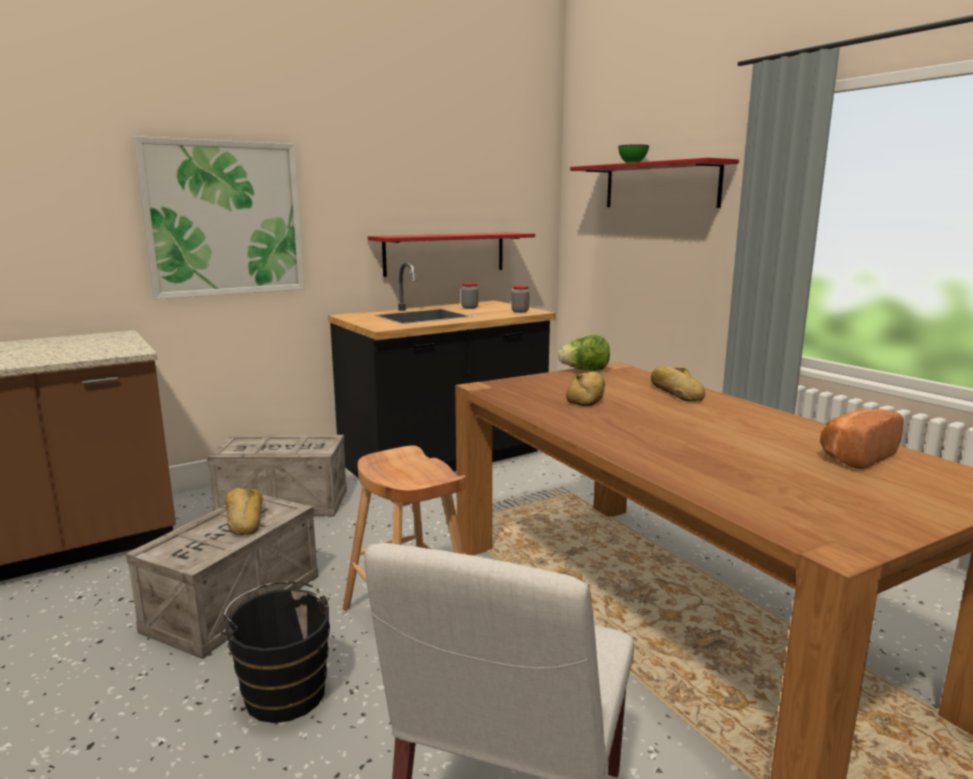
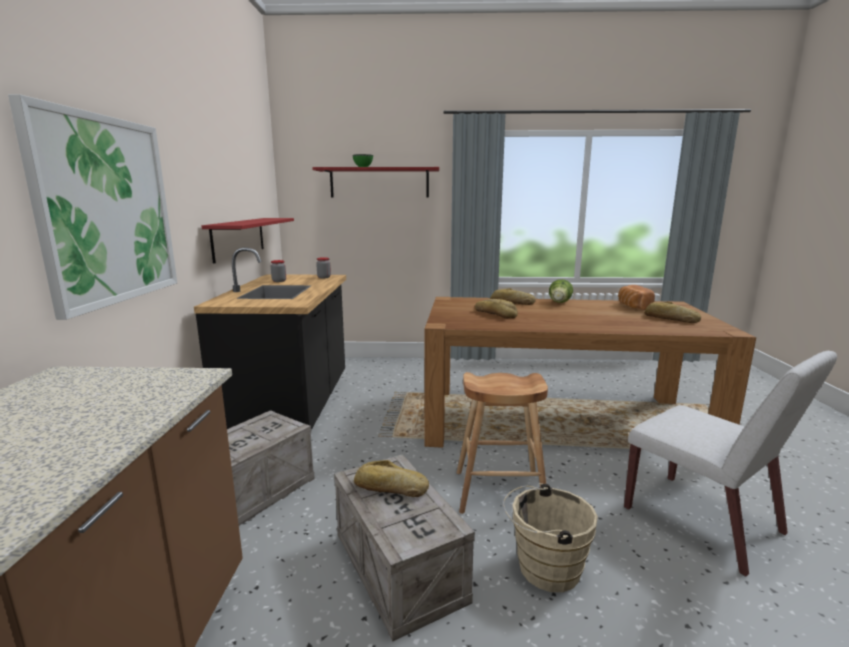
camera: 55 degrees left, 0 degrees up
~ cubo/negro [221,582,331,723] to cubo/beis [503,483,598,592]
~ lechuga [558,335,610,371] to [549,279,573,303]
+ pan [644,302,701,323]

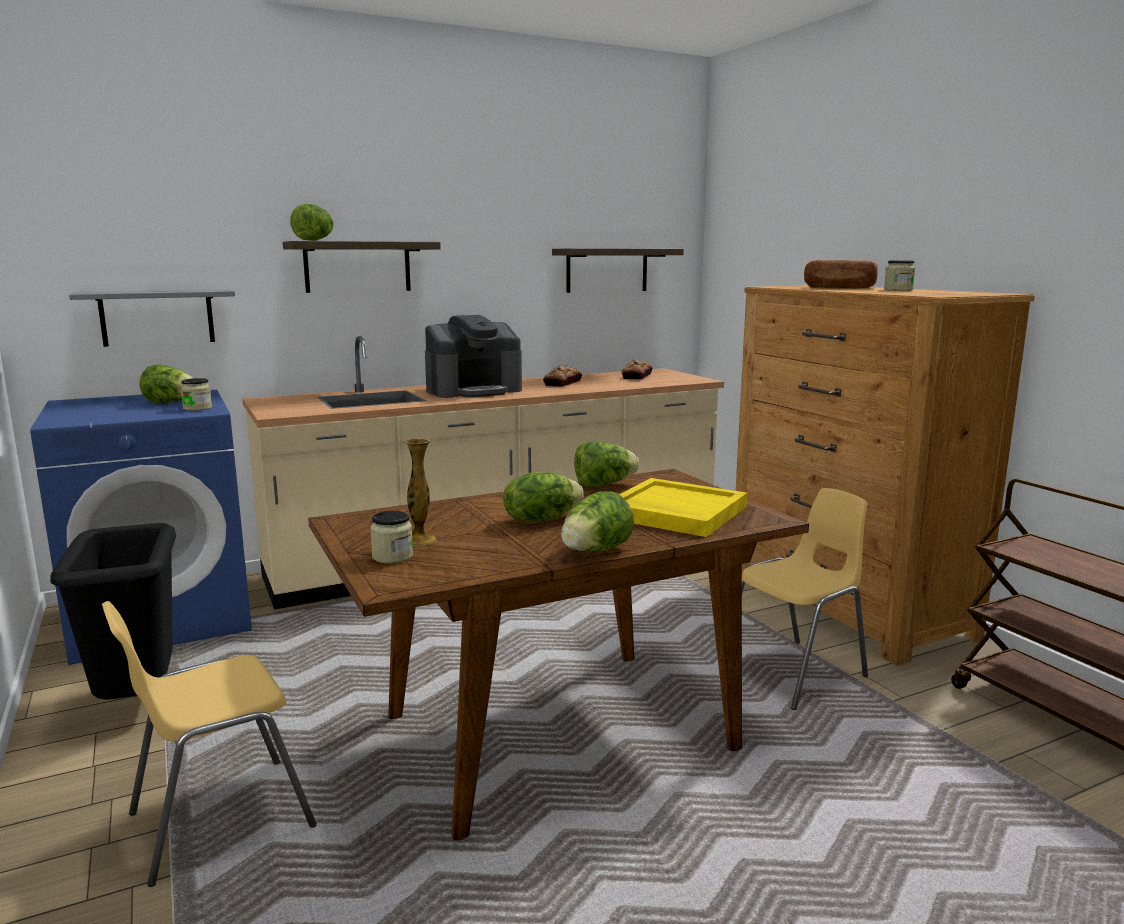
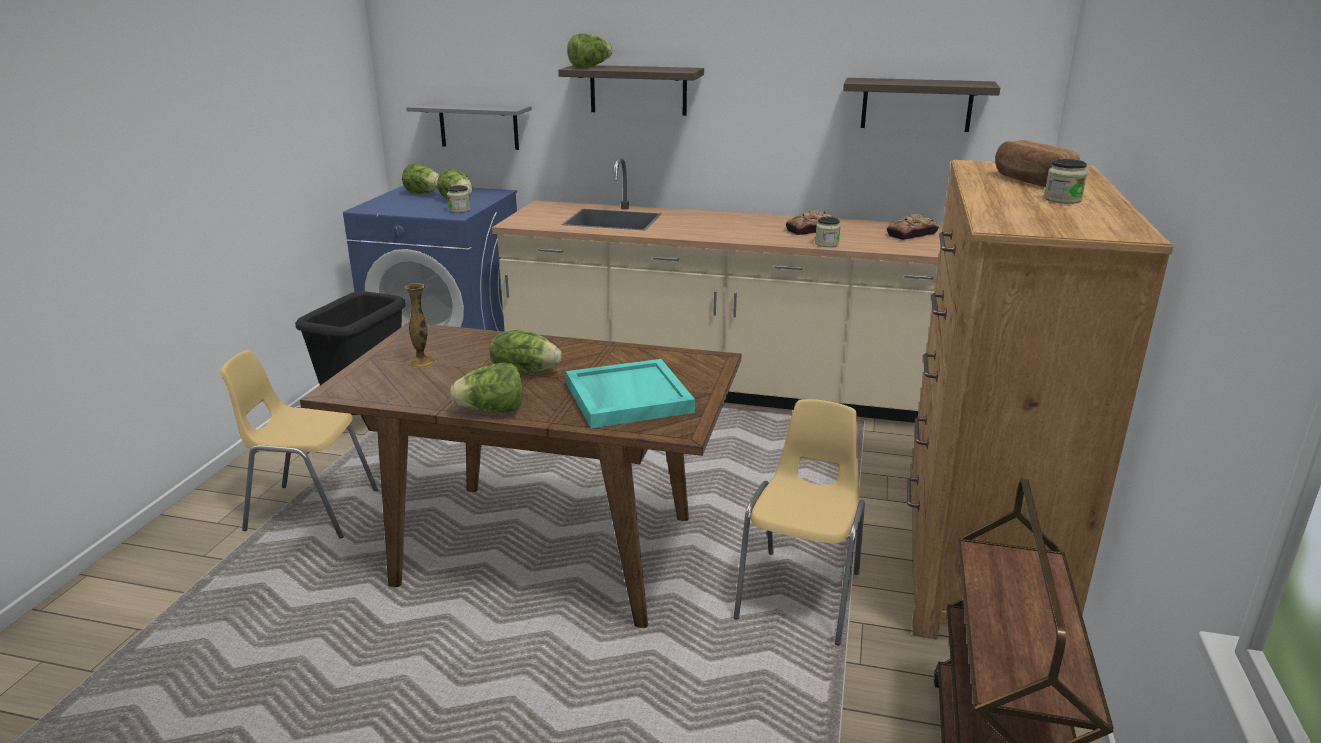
camera: 40 degrees right, 10 degrees up
~ lechuga [574,441,639,487] to [402,163,440,194]
~ bandeja/amarillo [619,478,747,537] to bandeja/turquesa [566,359,695,428]
~ silla/amarillo [742,488,868,710] = [734,399,865,645] 75 degrees counterclockwise
~ tarro [370,511,413,563] to [815,217,841,247]
- cafetera [425,315,522,398]

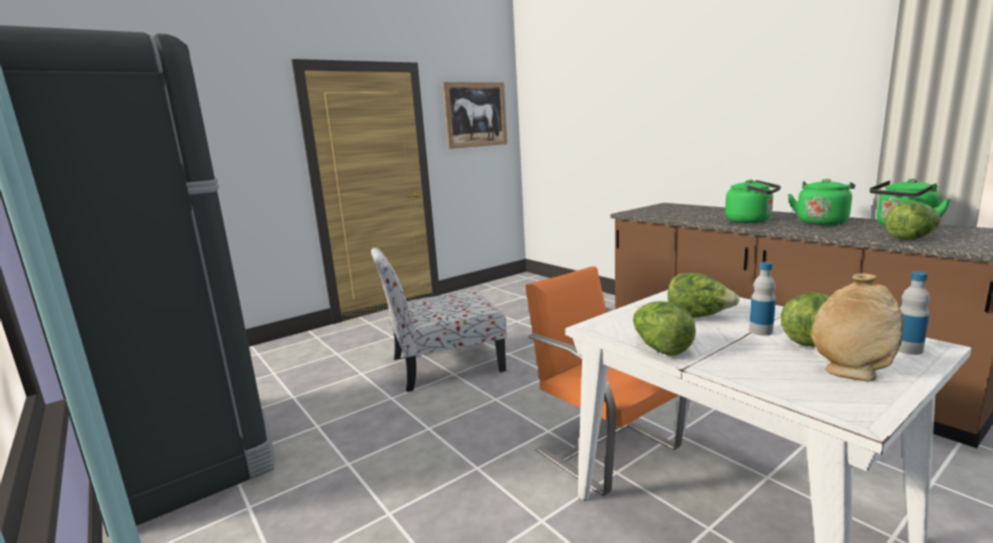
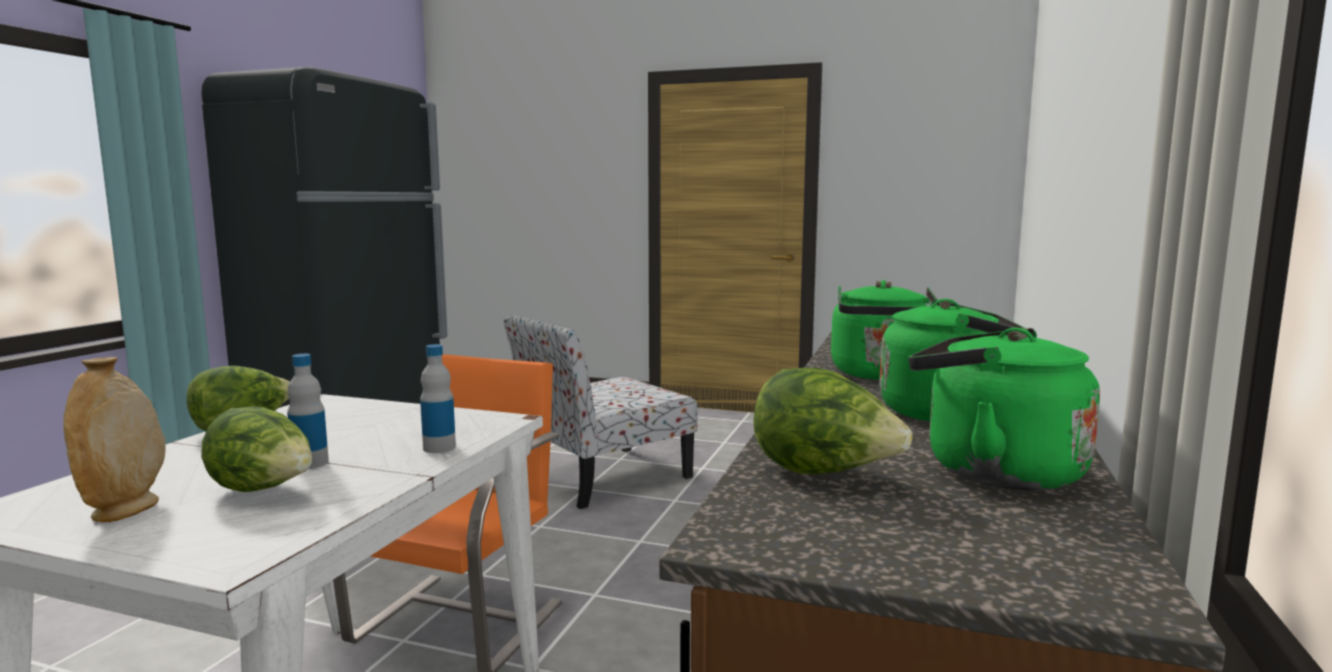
camera: 55 degrees right, 5 degrees down
~ botella [898,271,930,355] to [420,344,456,453]
~ silla [371,247,507,392] = [504,314,698,509] 75 degrees counterclockwise
- cuadro [442,82,507,149]
- lechuga [668,273,740,318]

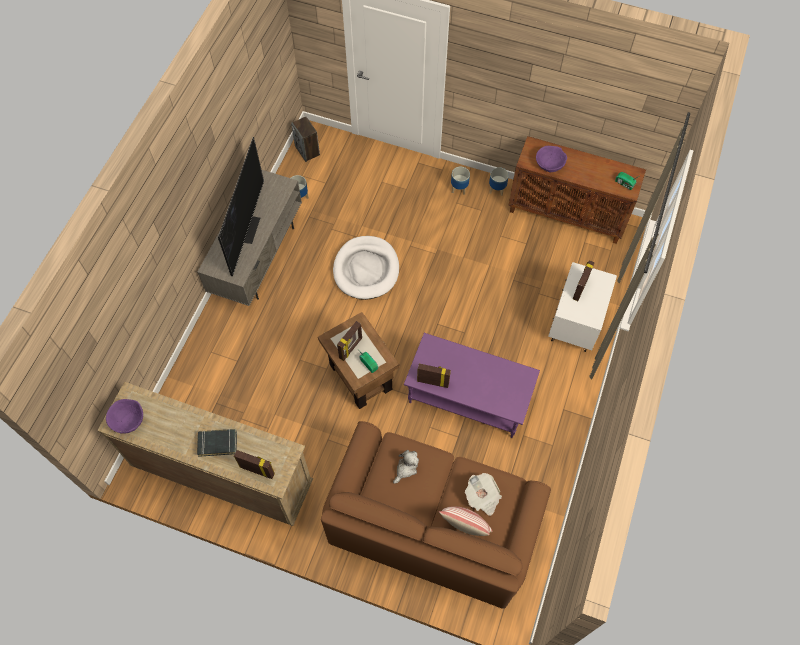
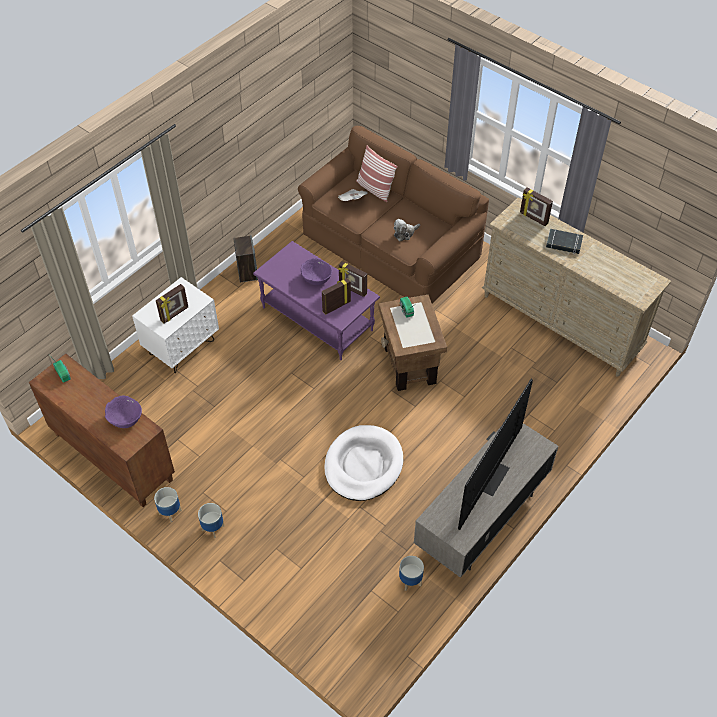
camera: 160 degrees left, 10 degrees down
~ altavoz [291,117,320,162] to [233,235,258,282]
~ cuenco/morado [106,399,143,434] to [301,258,332,285]
~ portarretratos [337,321,362,361] to [322,278,351,315]

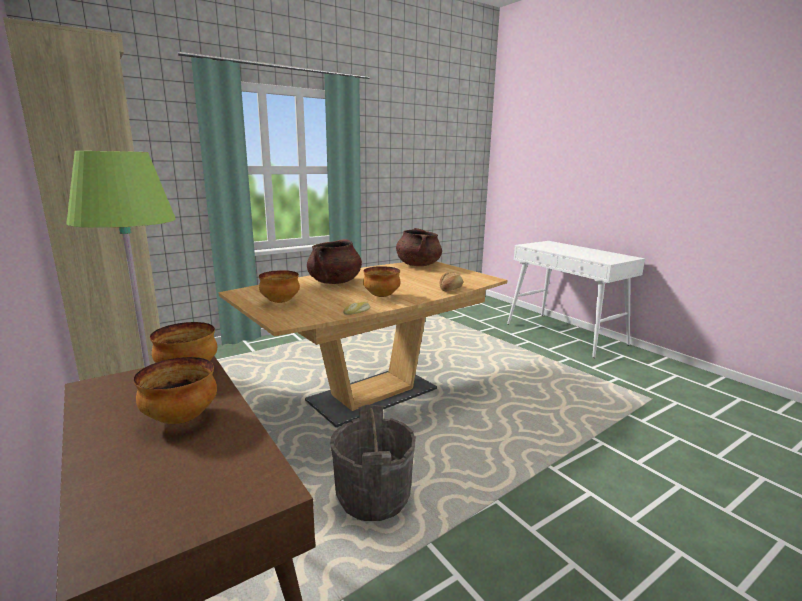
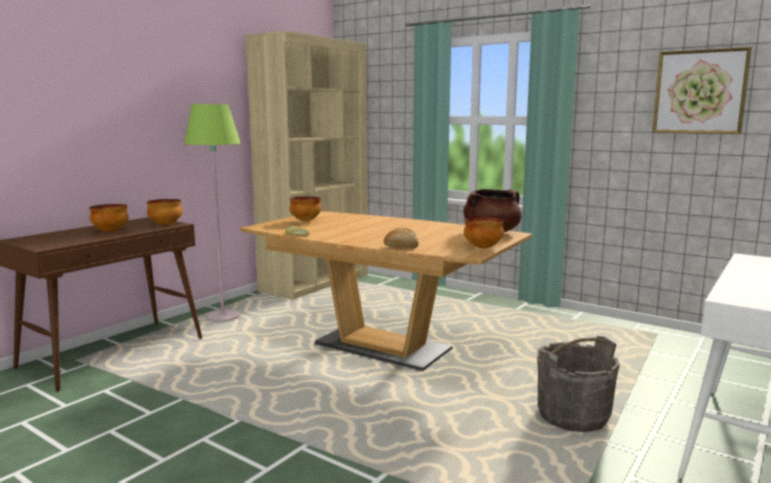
camera: 70 degrees right, 5 degrees down
~ cuenco [363,266,401,297] to [464,217,504,248]
~ cubo/gris [330,405,416,521] to [537,336,620,432]
+ cuadro [652,47,752,134]
- olla/marrón [307,239,362,284]

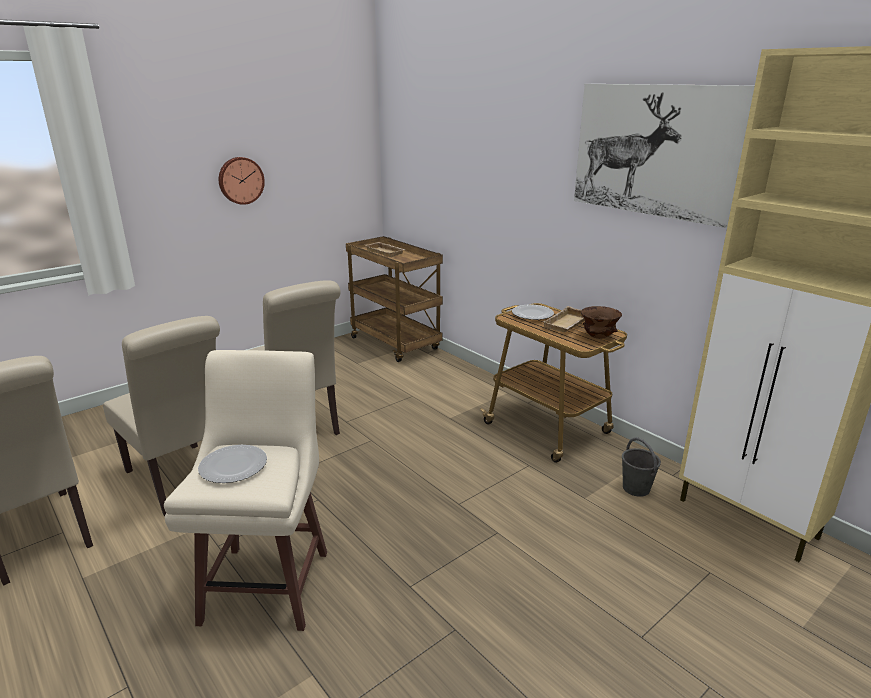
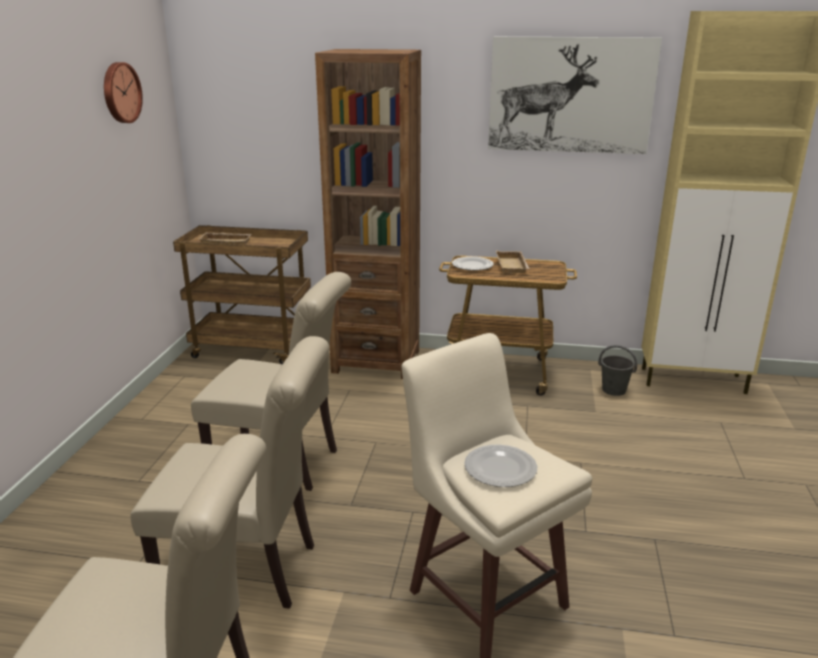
camera: 40 degrees left, 0 degrees up
~ reloj de pared [219,157,265,205] to [104,62,143,123]
+ estantería/marrón [315,49,421,379]
- cuenco/marrón [581,306,622,339]

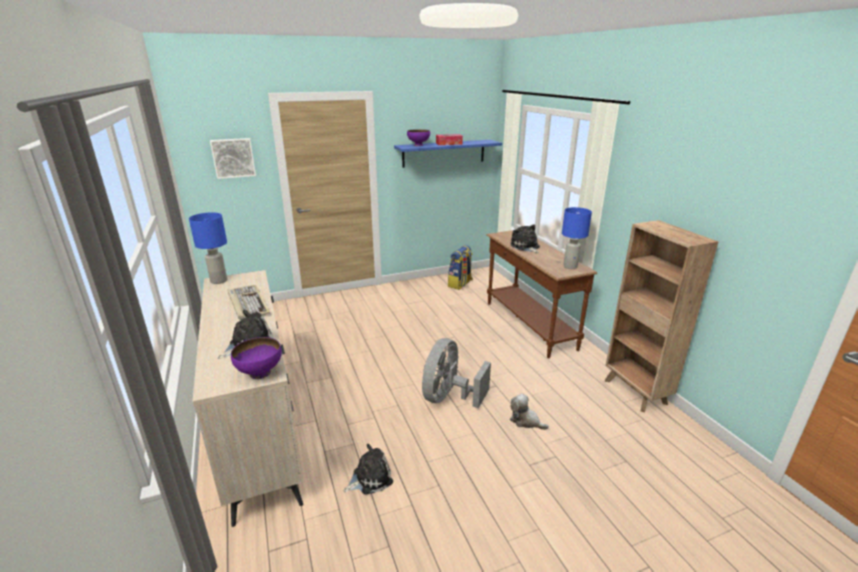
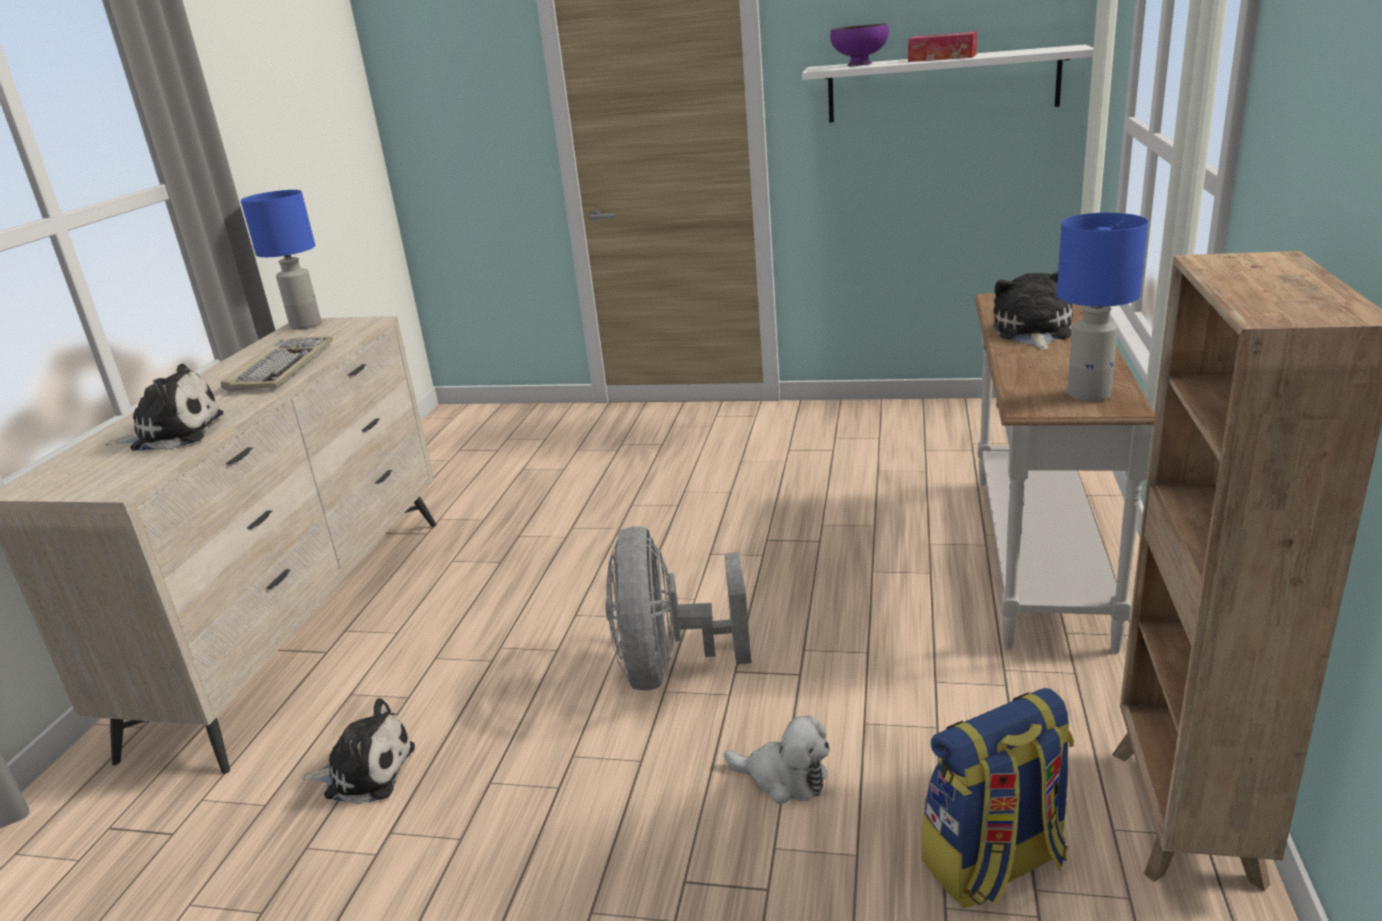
camera: 35 degrees right, 0 degrees up
~ ventilador/gris [422,338,491,408] = [605,526,751,691] 60 degrees counterclockwise
~ peluche [510,394,549,430] = [724,715,830,804] 135 degrees clockwise
~ estante/azul [394,140,502,168] to estante/blanco [802,44,1093,123]
~ mochila [448,245,473,290] to [922,688,1074,908]
~ mesa consola/marrón [486,230,597,358] to mesa consola/blanco [974,293,1155,653]
- cuadro [210,138,256,179]
- cuenco/morado [231,337,282,379]

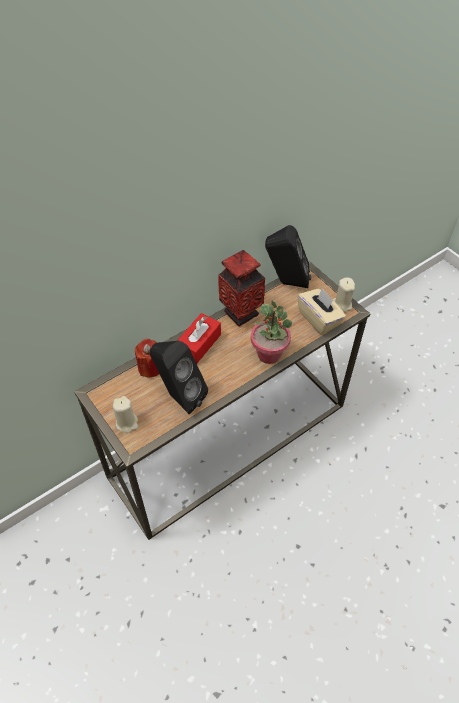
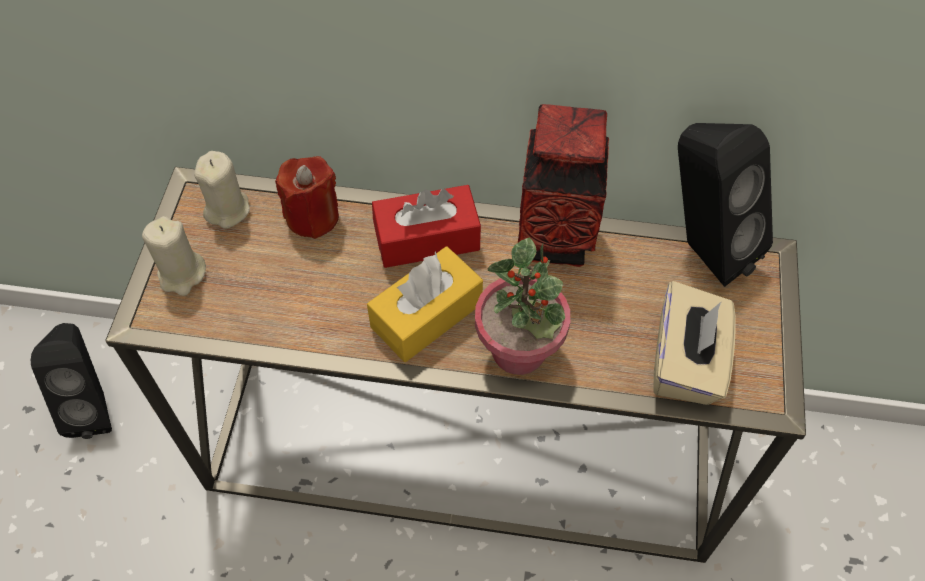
camera: 45 degrees right, 5 degrees up
~ altavoz/negro [150,341,208,414] to [31,323,112,439]
~ vela/beis [333,277,355,312] to [194,151,250,229]
+ caja de pañuelos/amarillo [367,246,483,362]

